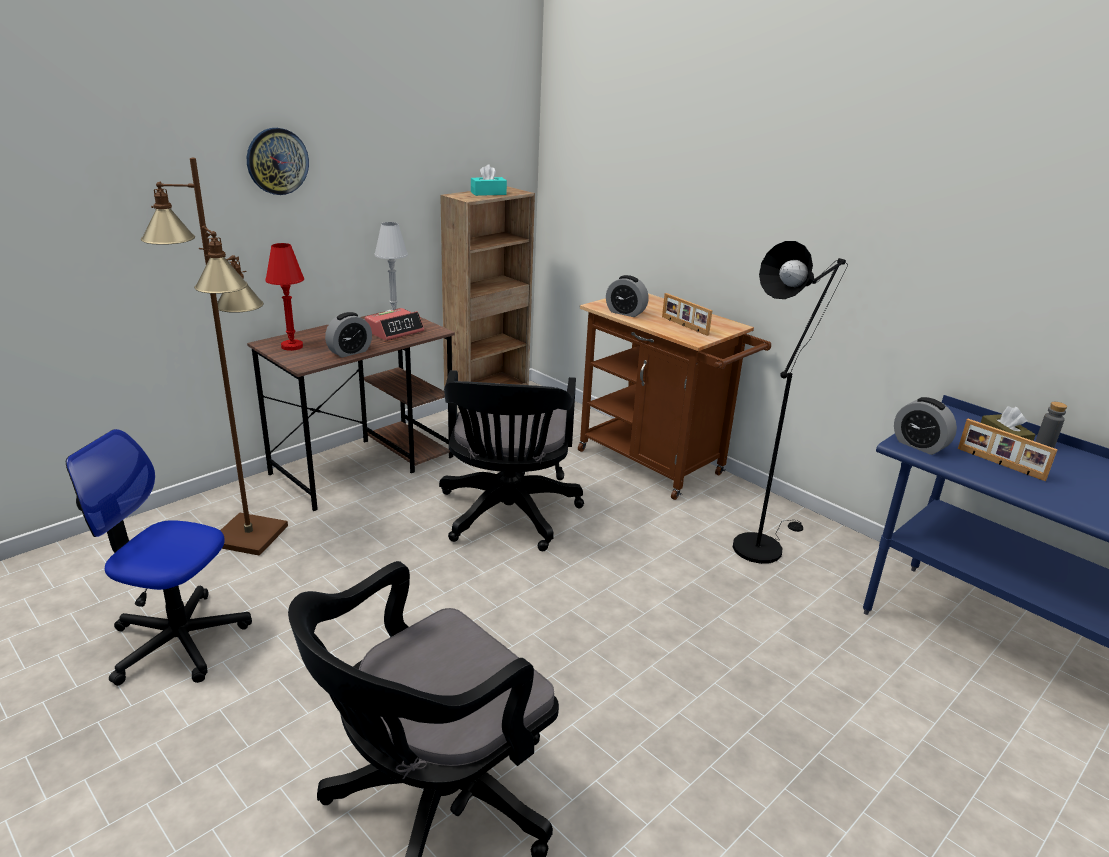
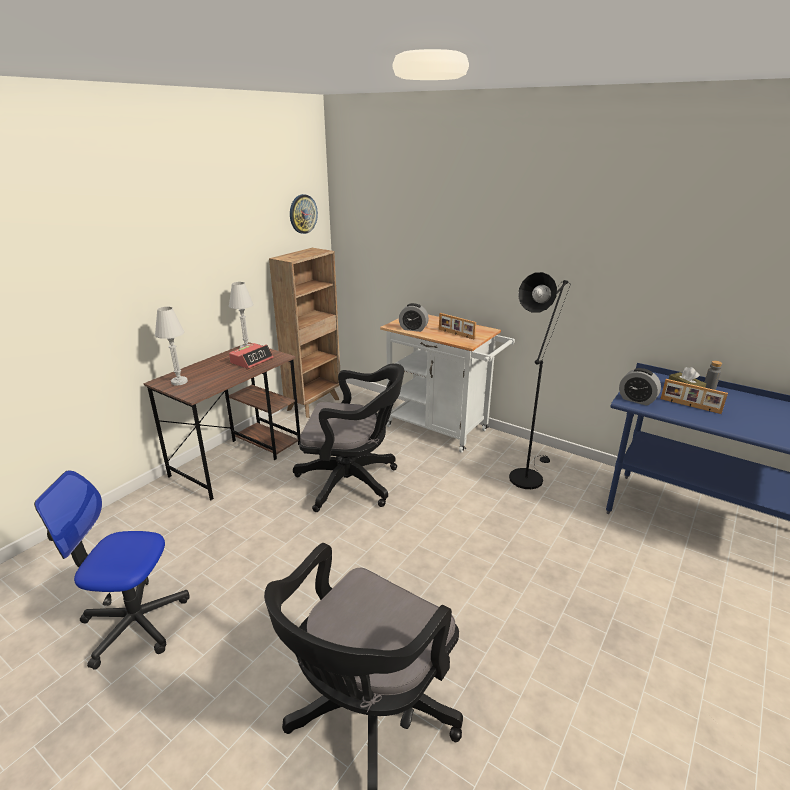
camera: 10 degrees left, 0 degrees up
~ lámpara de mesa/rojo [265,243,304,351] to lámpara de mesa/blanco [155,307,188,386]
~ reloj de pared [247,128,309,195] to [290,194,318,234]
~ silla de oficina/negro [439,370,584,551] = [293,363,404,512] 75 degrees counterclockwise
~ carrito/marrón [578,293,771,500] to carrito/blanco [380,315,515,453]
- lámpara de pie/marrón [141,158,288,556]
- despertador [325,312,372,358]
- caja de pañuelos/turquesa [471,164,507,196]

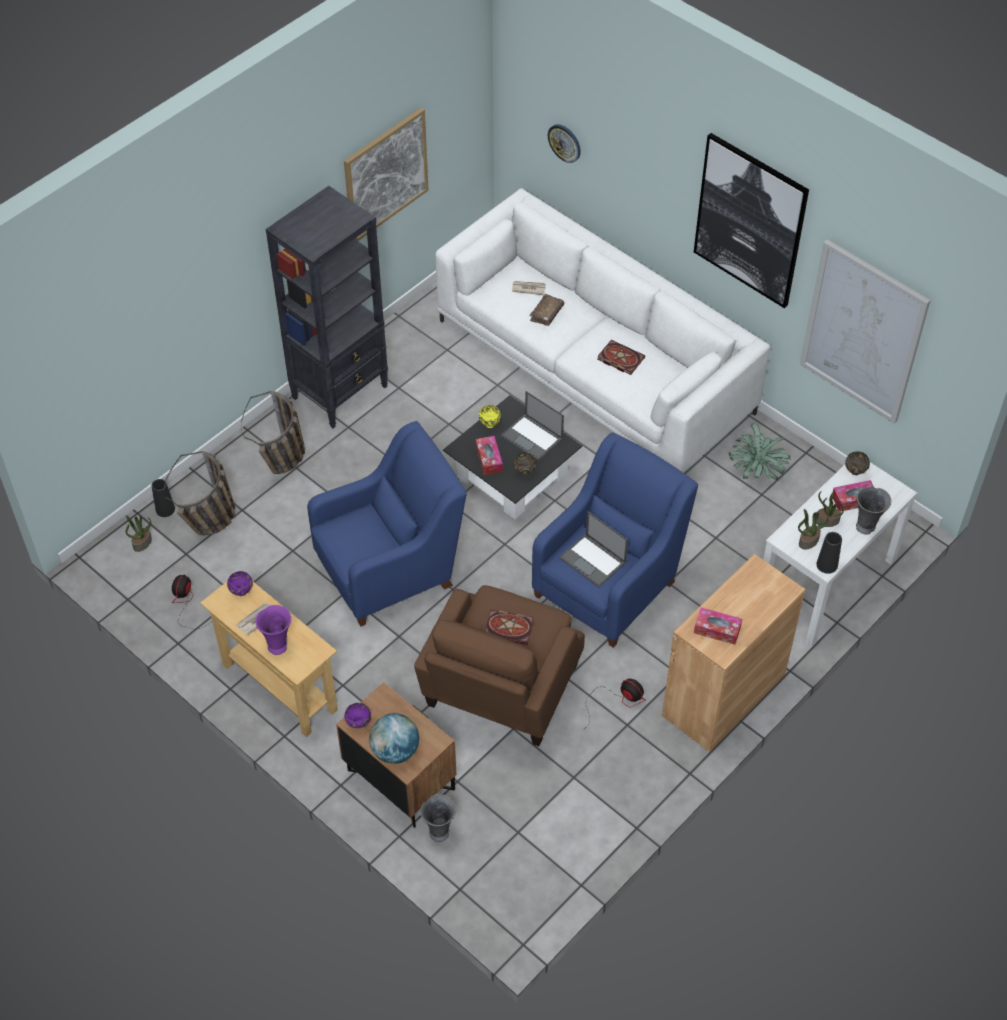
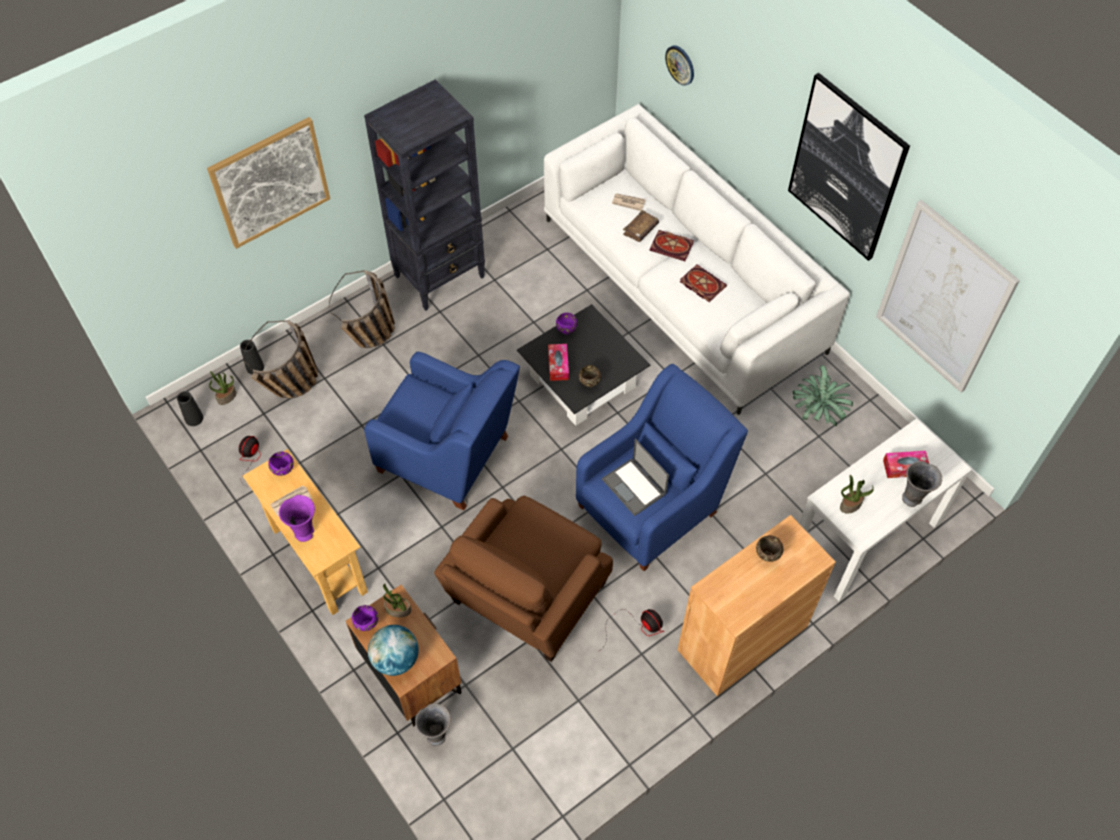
camera: 10 degrees right, 5 degrees up
~ florero/negro [816,532,842,574] to [177,391,204,426]
~ cuadro [344,108,429,241] to [207,117,330,249]
~ sillón/azul [307,421,467,626] = [364,352,520,510] 45 degrees clockwise
~ planta en maceta [816,491,844,527] to [383,584,411,617]
~ cuenco/amarillo [479,405,501,428] to cuenco/morado [556,313,577,335]
~ libro [485,610,534,645] to [650,230,694,261]
~ cuenco/marrón [845,451,870,475] to [756,535,783,562]
- portátil [501,391,564,461]
- caja de pañuelos [694,607,742,645]

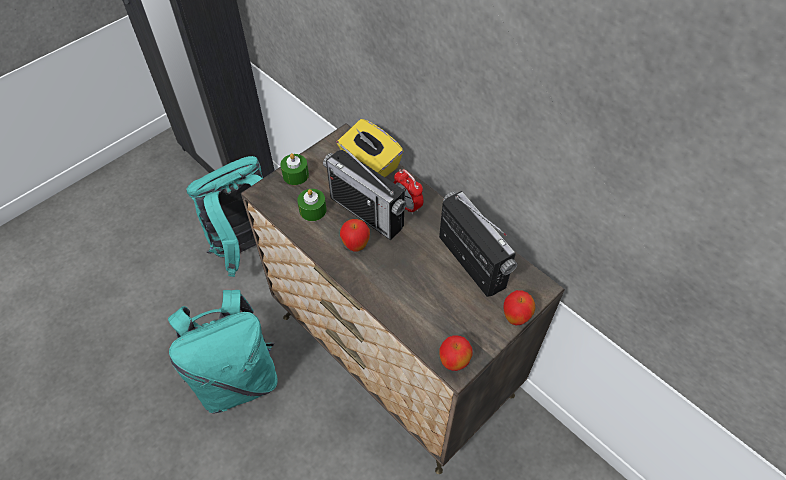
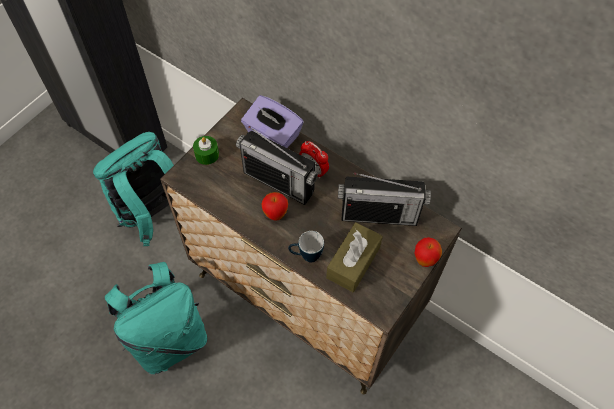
camera: 10 degrees left, 5 degrees up
~ caja de pañuelos/amarillo [337,119,404,177] to caja de pañuelos/morado [241,95,304,148]
+ taza grande [288,231,324,262]
+ caja de pañuelos/marrón [326,222,383,292]
~ radio [439,191,518,297] = [338,173,431,226] 135 degrees clockwise
- vela/verde [297,189,327,221]
- manzana [439,336,473,371]

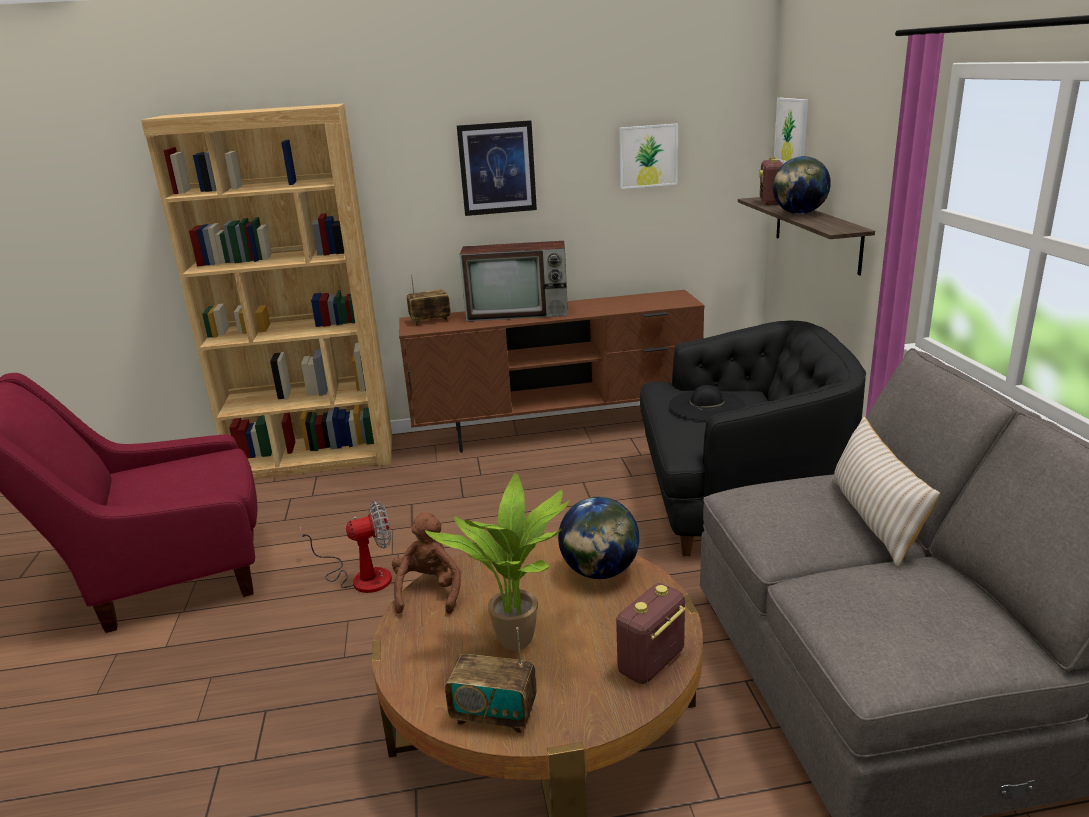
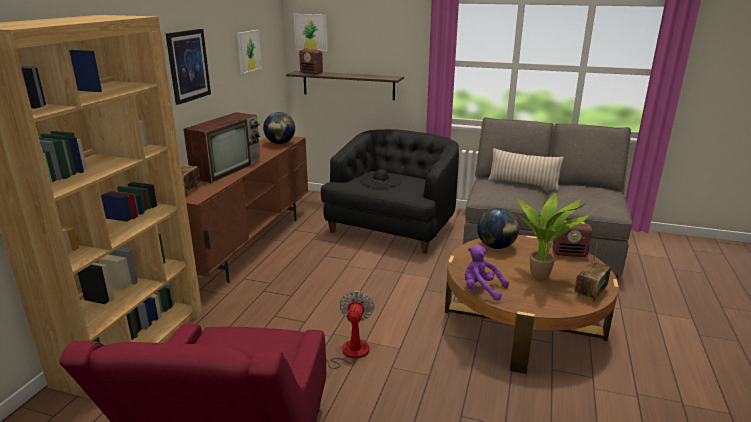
camera: 65 degrees left, 0 degrees up
~ globo terráqueo [773,156,831,215] to [263,112,295,144]
~ peluche/marrón [392,512,461,614] to peluche/morado [465,245,509,301]
~ radio [616,583,685,684] = [552,221,592,257] 60 degrees counterclockwise

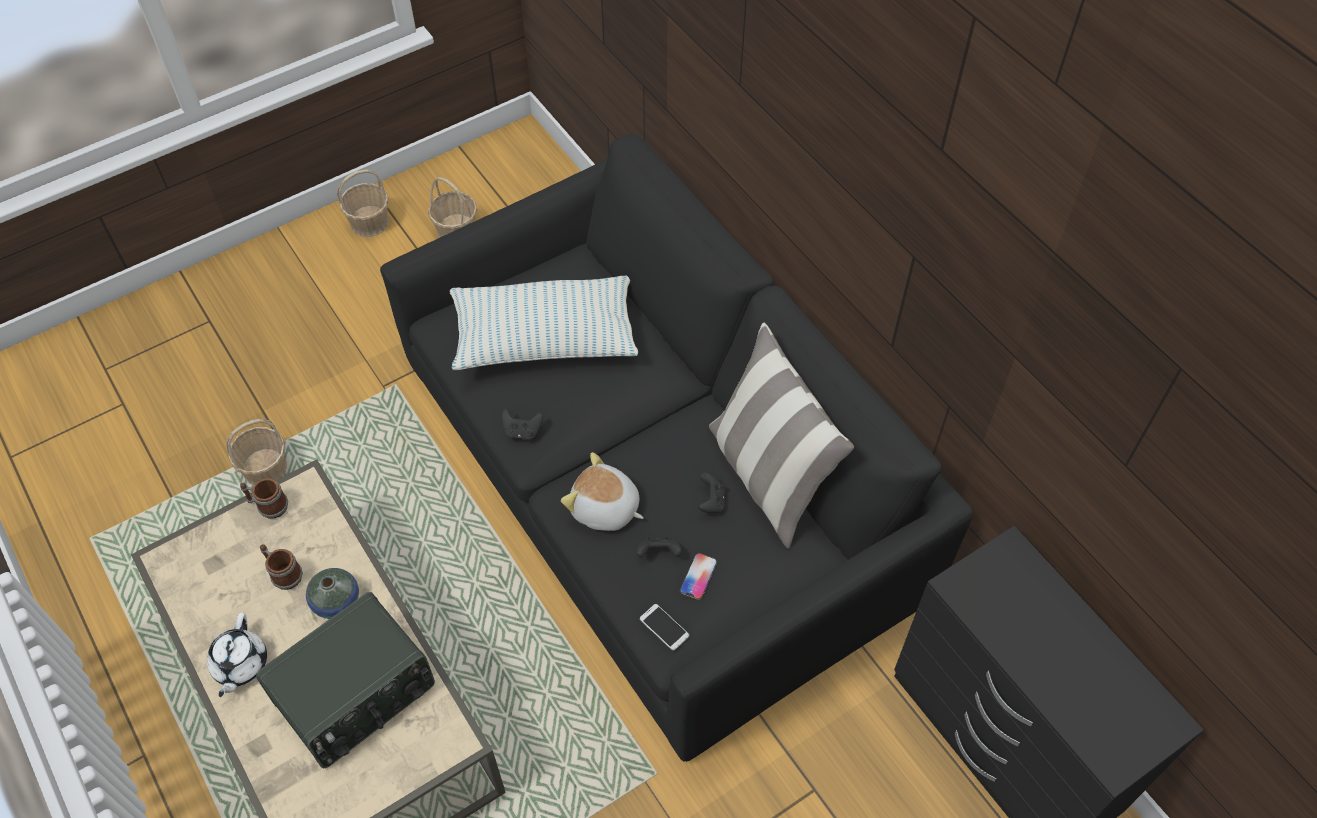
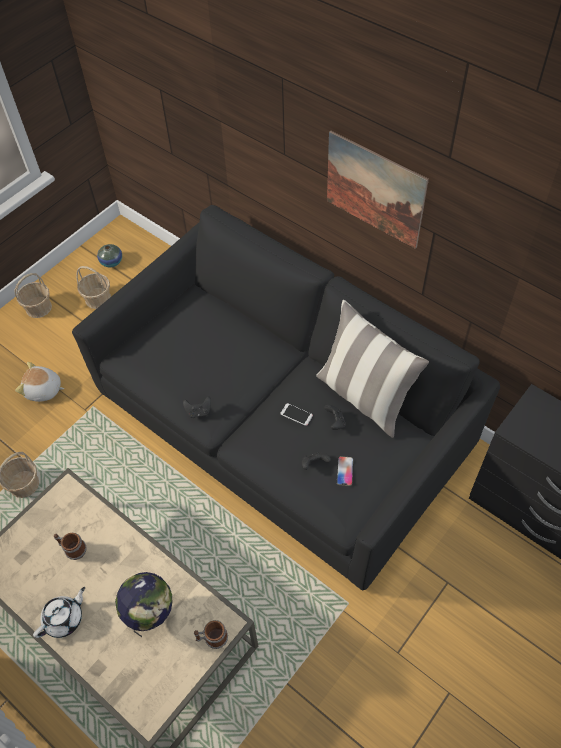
camera: 15 degrees left, 0 degrees up
~ peluche [561,452,644,531] to [15,362,64,402]
~ tetera/blanco [207,612,267,697] = [33,587,85,638] 120 degrees counterclockwise
~ florero [306,568,359,619] to [97,244,122,267]
~ radio [256,592,435,768] to globo terráqueo [115,572,172,637]
~ taza grande [240,478,288,519] to [194,620,228,649]
~ móvil [640,604,689,651] to [281,403,313,426]
+ cuadro [327,131,429,249]
- cojín [450,276,638,370]

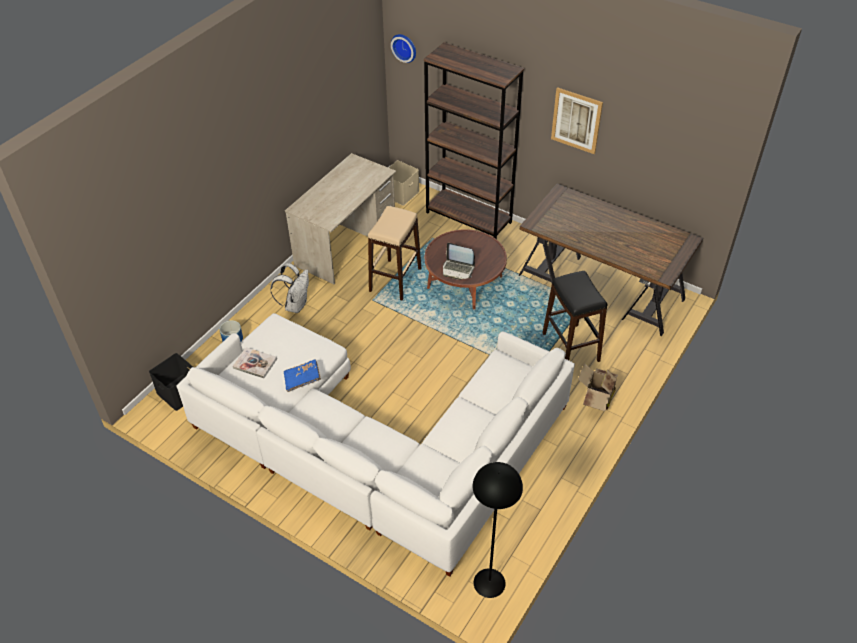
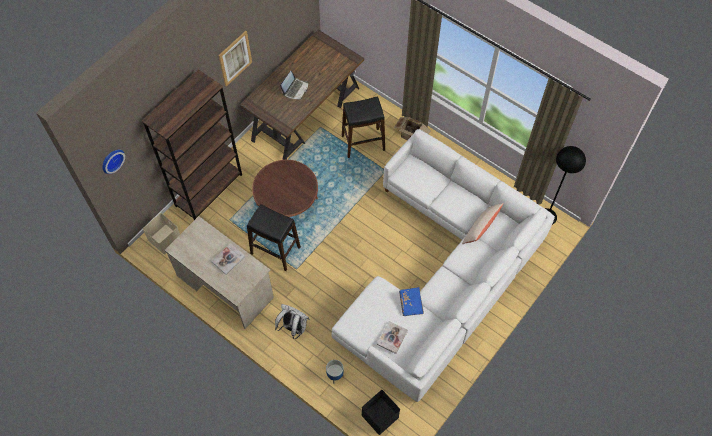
camera: 85 degrees left, 15 degrees up
+ libro [211,243,245,275]
~ taburete/beis [368,206,421,300] to taburete/negro [247,204,301,271]
~ portátil [443,243,475,280] to [280,71,308,100]
+ cojín/beis [462,203,504,244]

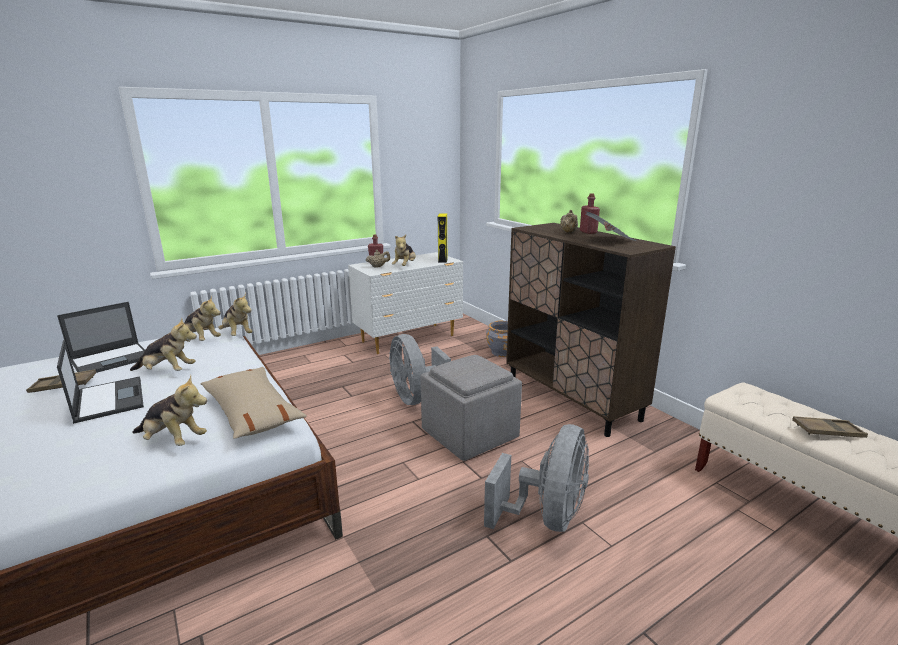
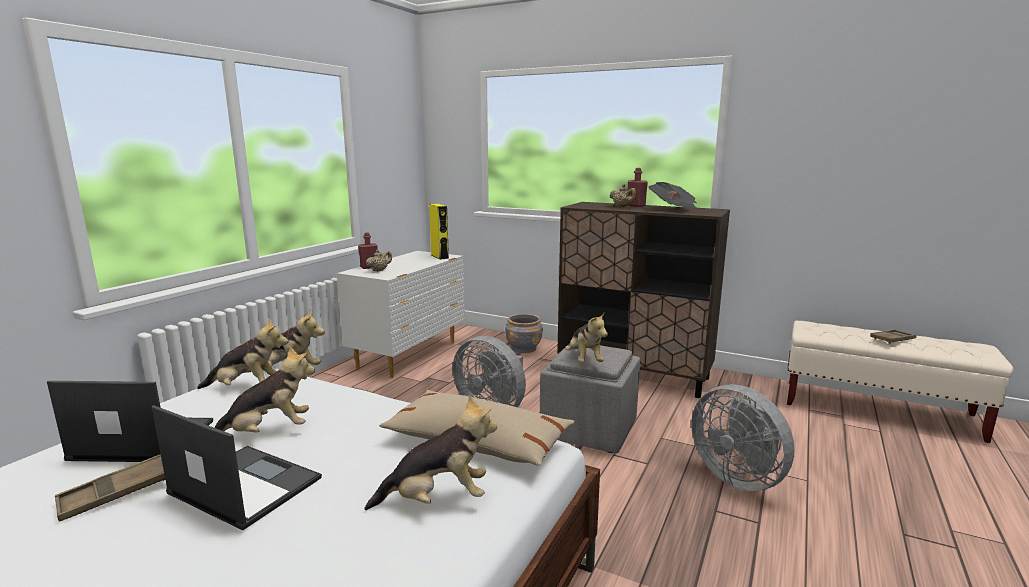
camera: 30 degrees left, 5 degrees down
~ portátil [57,302,145,373] = [47,381,213,462] 105 degrees counterclockwise
~ peluche [392,235,416,266] to [565,312,608,362]
~ ventilador/gris [484,424,589,532] = [691,384,795,491] 150 degrees clockwise

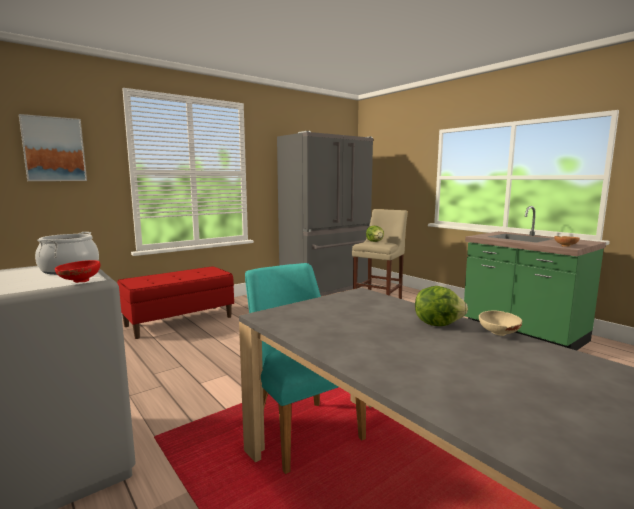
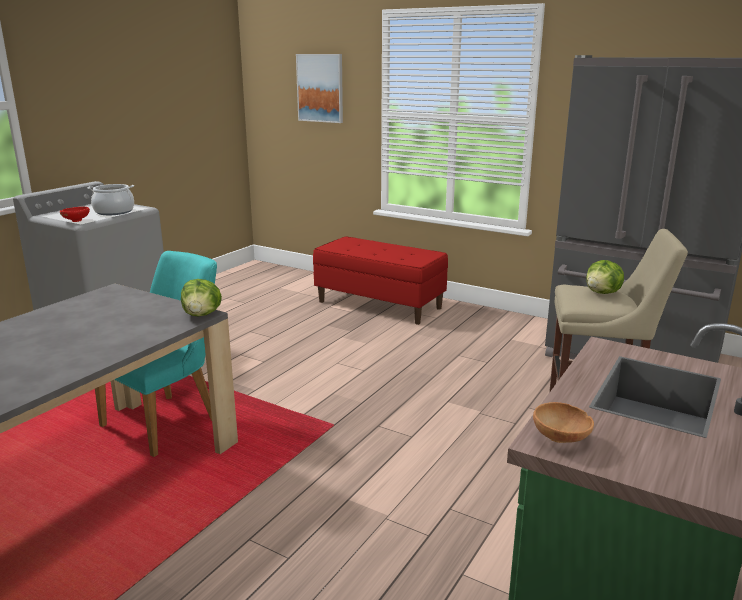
camera: 70 degrees right, 10 degrees up
~ lechuga [415,286,468,326] to [181,279,222,316]
- cuenco/beis [479,311,522,336]

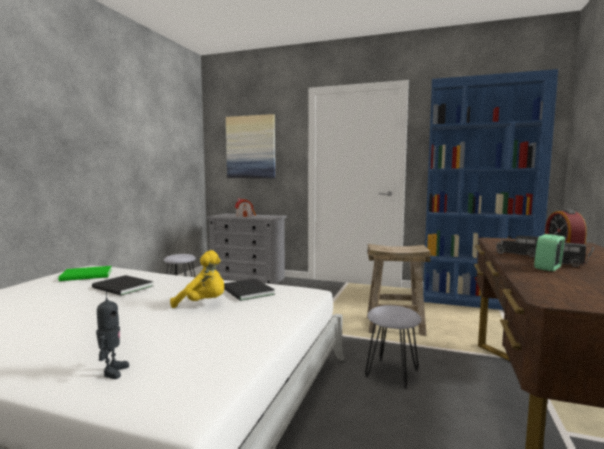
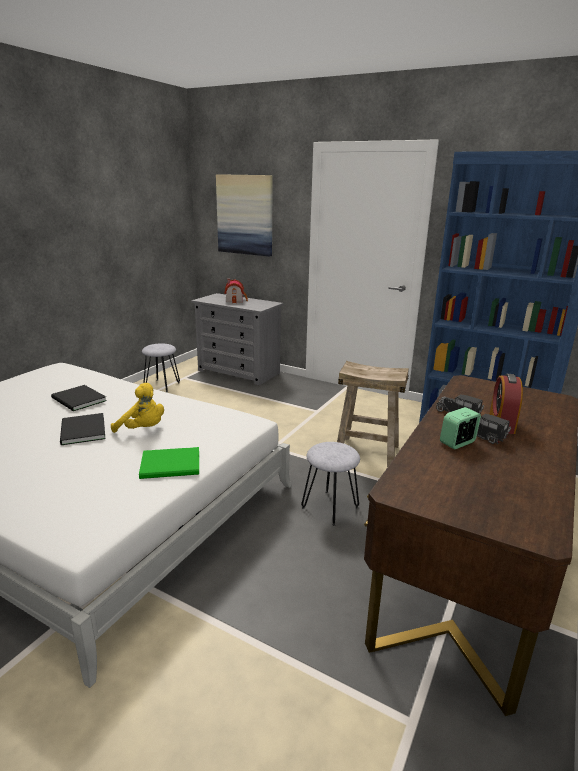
camera: 10 degrees right, 15 degrees up
~ libro/negro [224,279,275,301] to [60,413,105,445]
~ libro/verde [59,266,112,281] to [139,447,199,479]
- robot de juguete [96,290,129,379]

